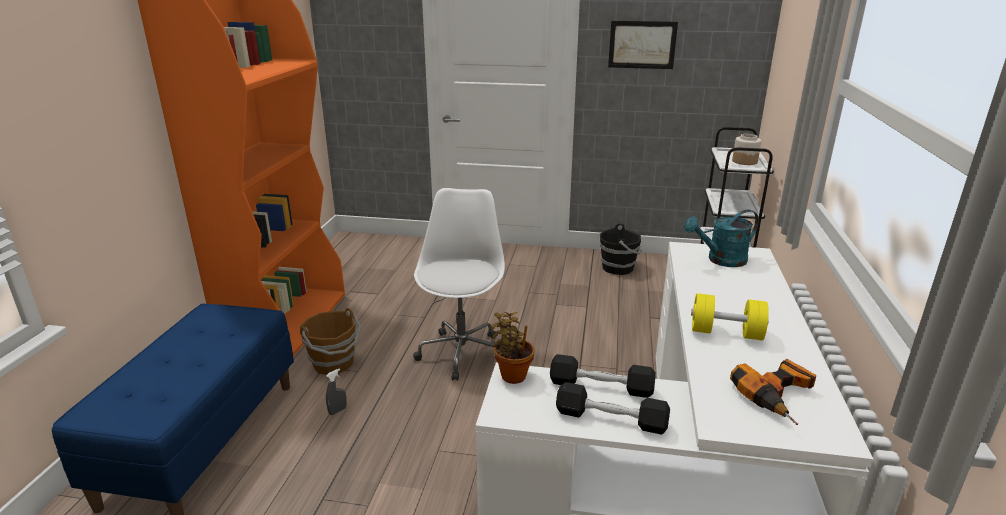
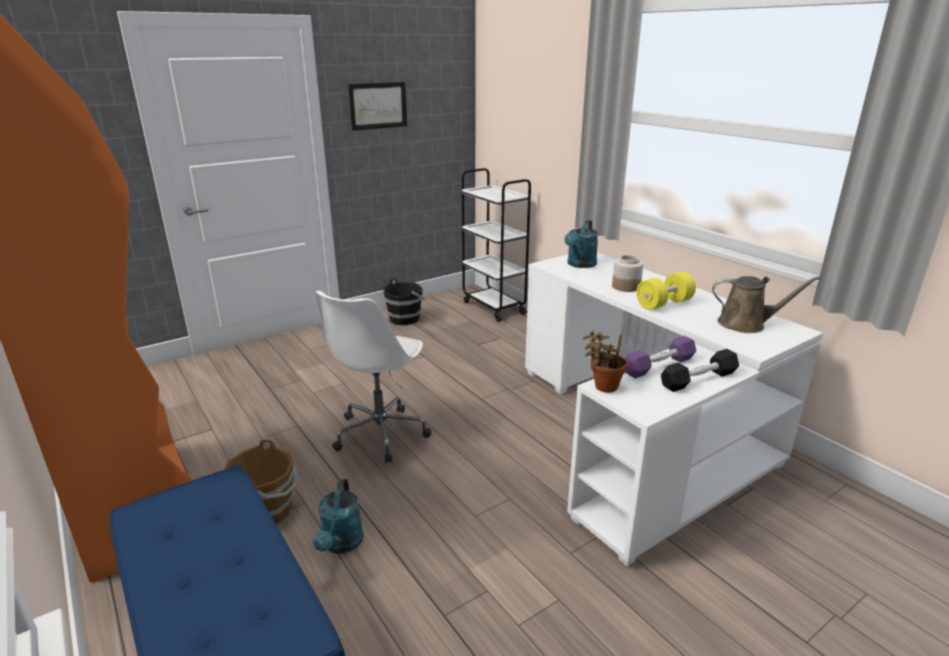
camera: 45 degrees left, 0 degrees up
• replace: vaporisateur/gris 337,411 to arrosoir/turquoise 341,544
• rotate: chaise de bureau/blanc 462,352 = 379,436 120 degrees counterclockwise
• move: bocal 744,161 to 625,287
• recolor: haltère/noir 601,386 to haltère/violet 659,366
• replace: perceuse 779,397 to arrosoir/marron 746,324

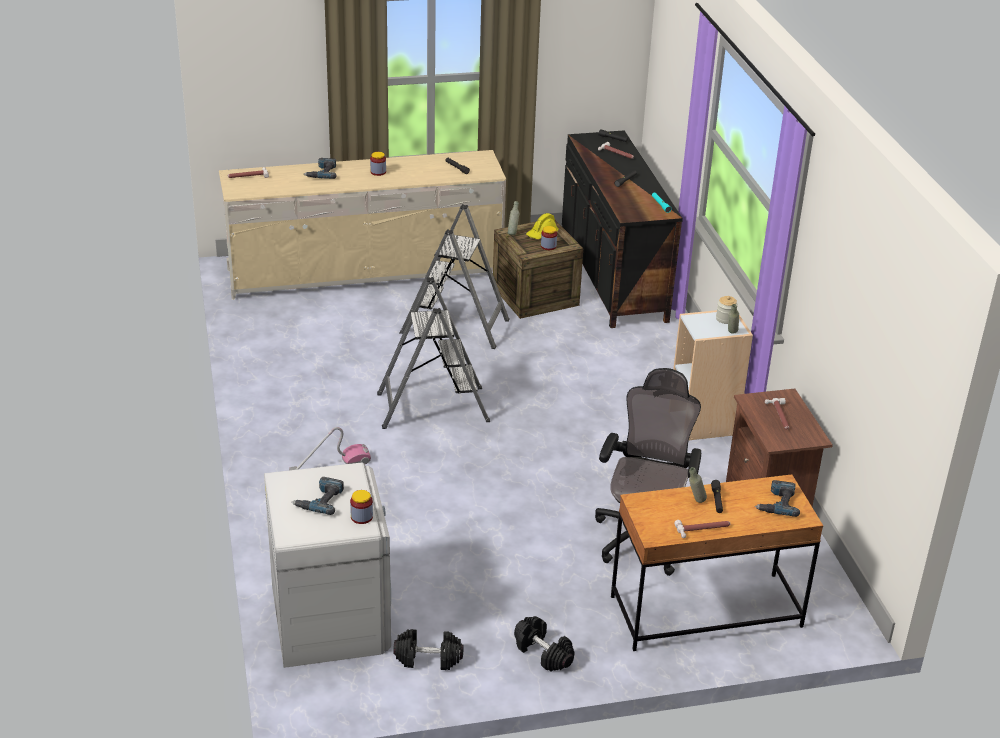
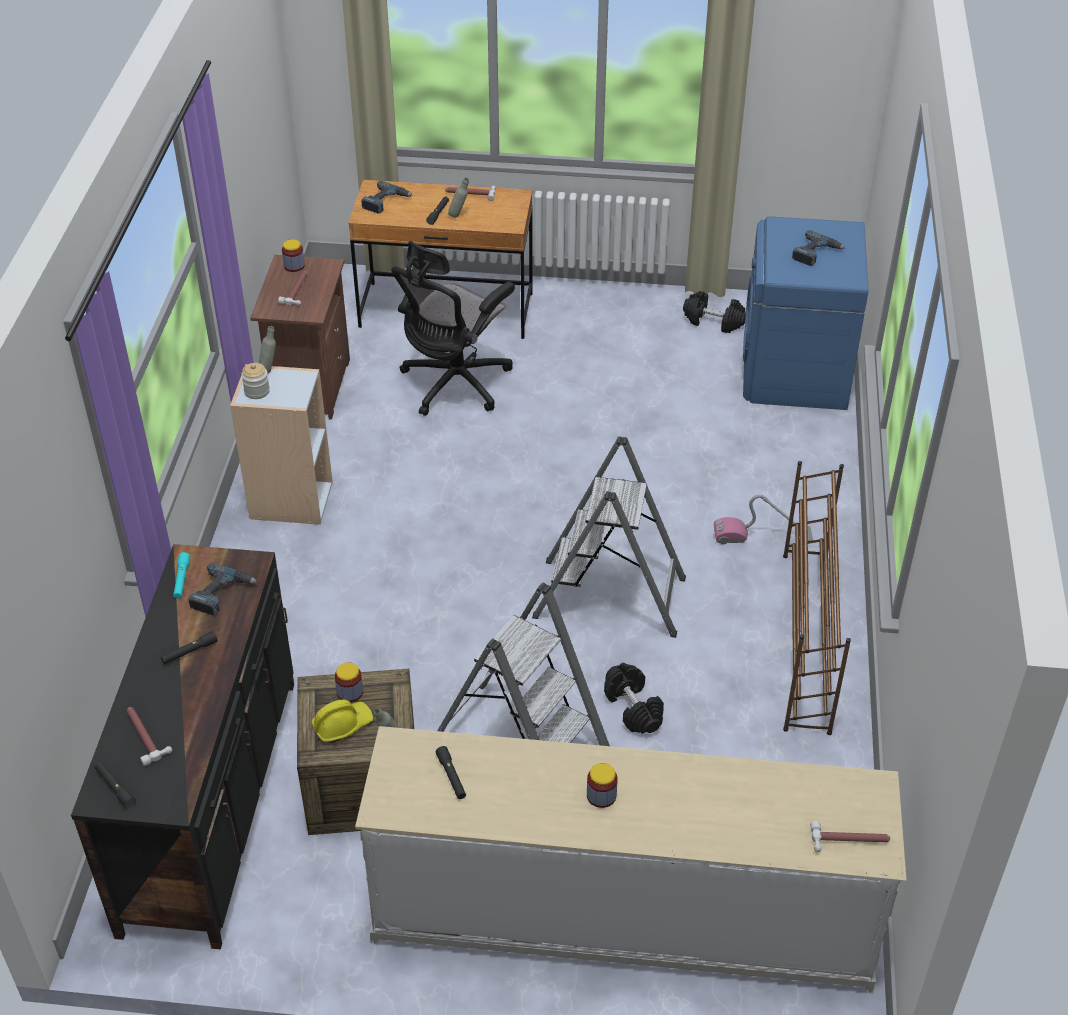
camera: 160 degrees left, 10 degrees up
• move: perceuse 322,172 to 222,594
• move: bocal 361,517 to 294,266
• move: haltère/noir 542,653 to 633,708
• recolor: lave-linge/blanc 331,617 to lave-linge/bleu 793,371
• insert: étagère à chaussures/marron 805,641

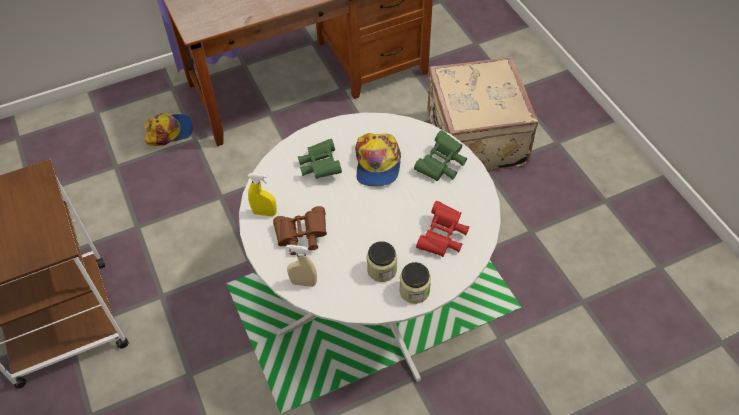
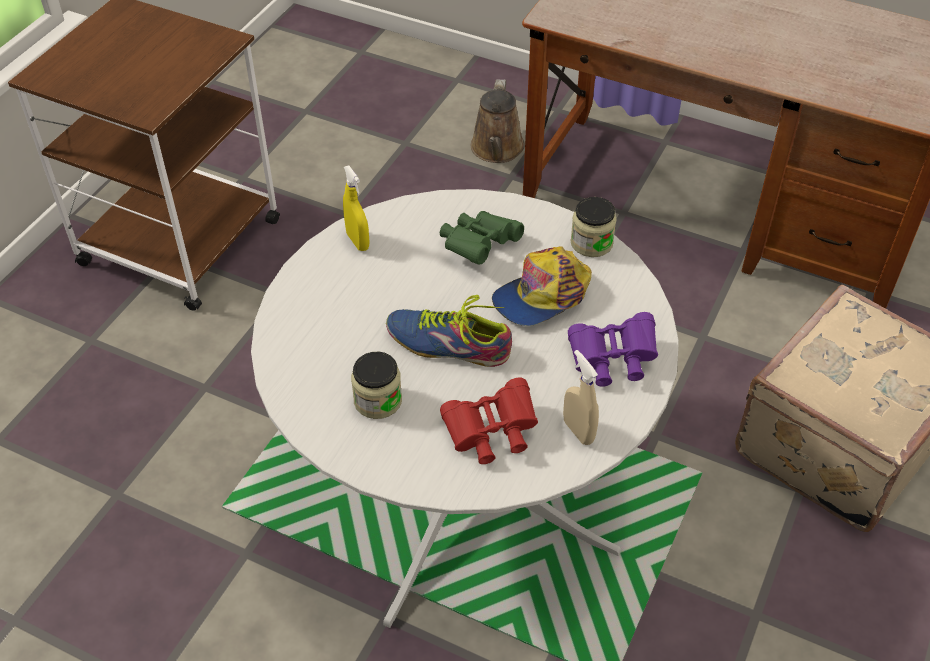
camera: 50 degrees right, 5 degrees down
• insert: chaussure 448,344
• replace: casquette 169,131 to arrosoir/marron 497,150
• move: vaporisateur/beige 303,282 to 578,431
• recolor: jumelles/vert 441,165 to jumelles/violet 612,361
• move: bocal 414,291 to 591,243
• delete: jumelles/marron 301,237

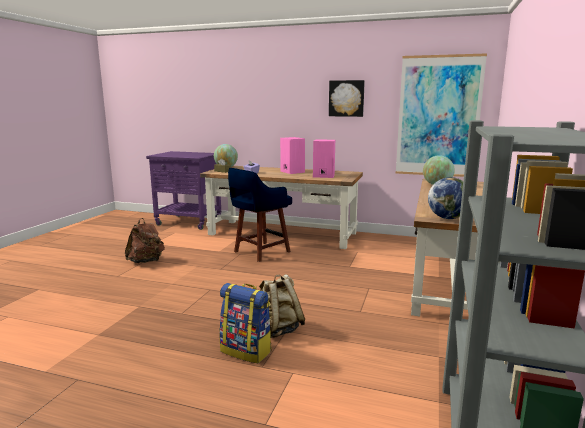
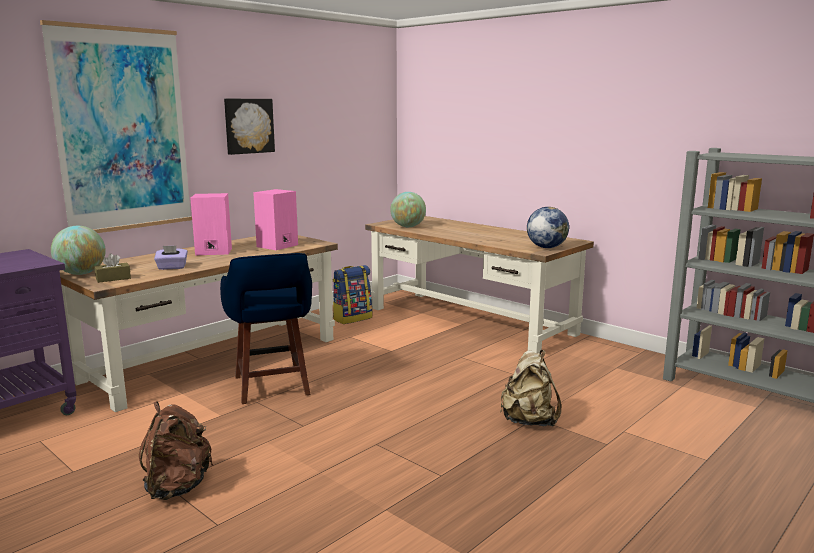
camera: 65 degrees left, 0 degrees up
• move: tableau 438,117 to 122,130
• move: sac à dos 247,351 to 352,318

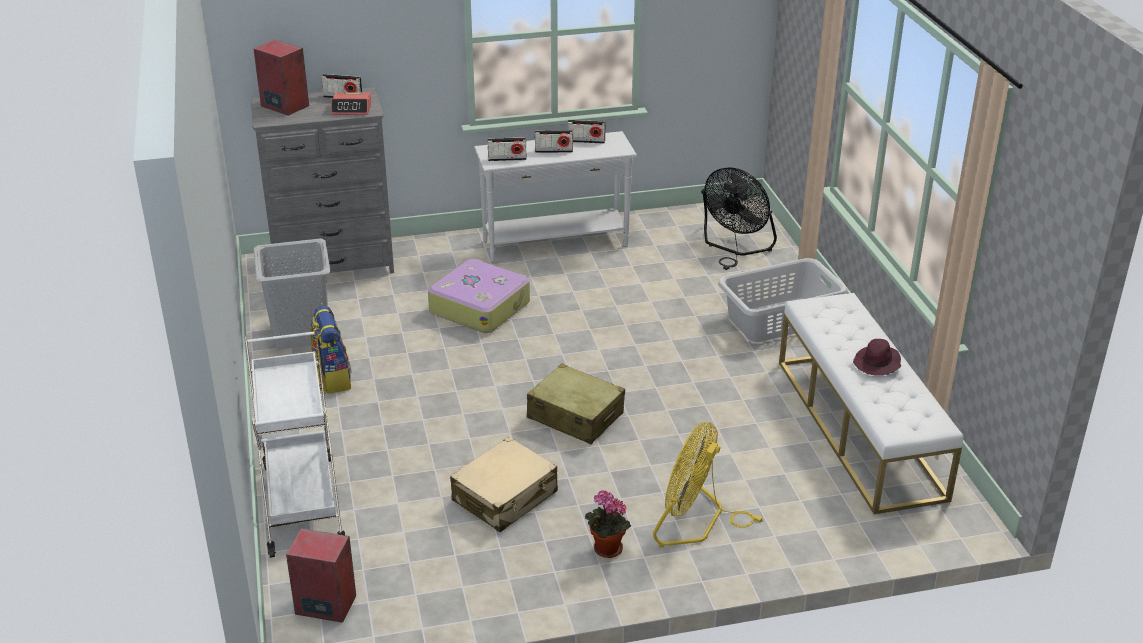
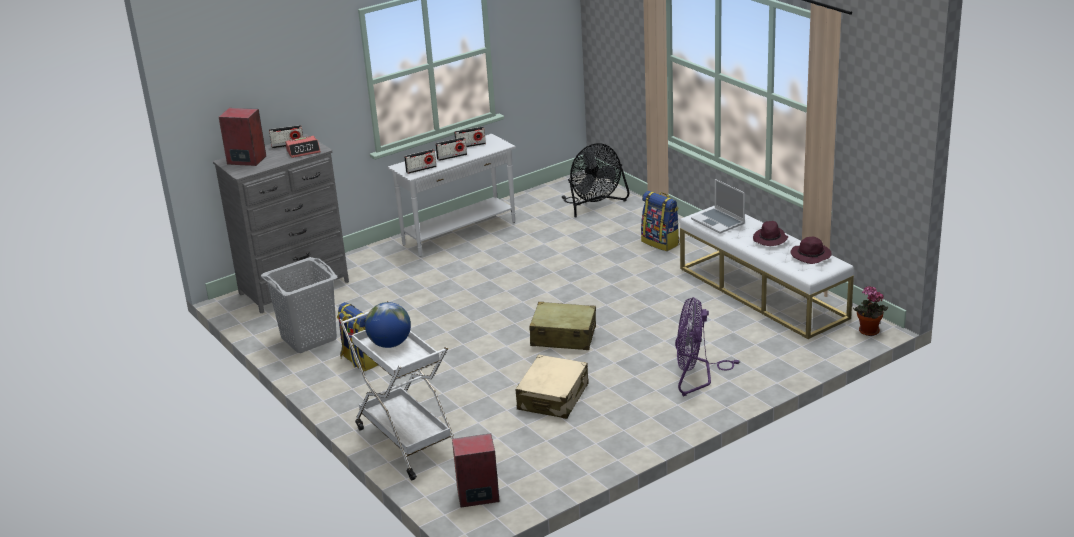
camera: 20 degrees left, 5 degrees down
• insert: globe 390,344
• rotate: ventilateur/noir 731,246 = 591,205 135 degrees clockwise
• replace: panier à linge/gris 780,320 to sac à dos 661,243
• recolor: ventilateur/jaune 699,518 to ventilateur/violet 697,373
• insert: ordinateur portable 719,222
• insert: chapeau/violet 811,255
• move: plante en pot 605,550 to 868,332
• delete: valise 480,307

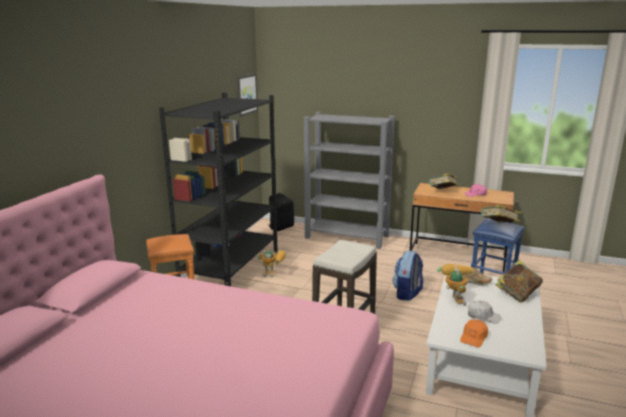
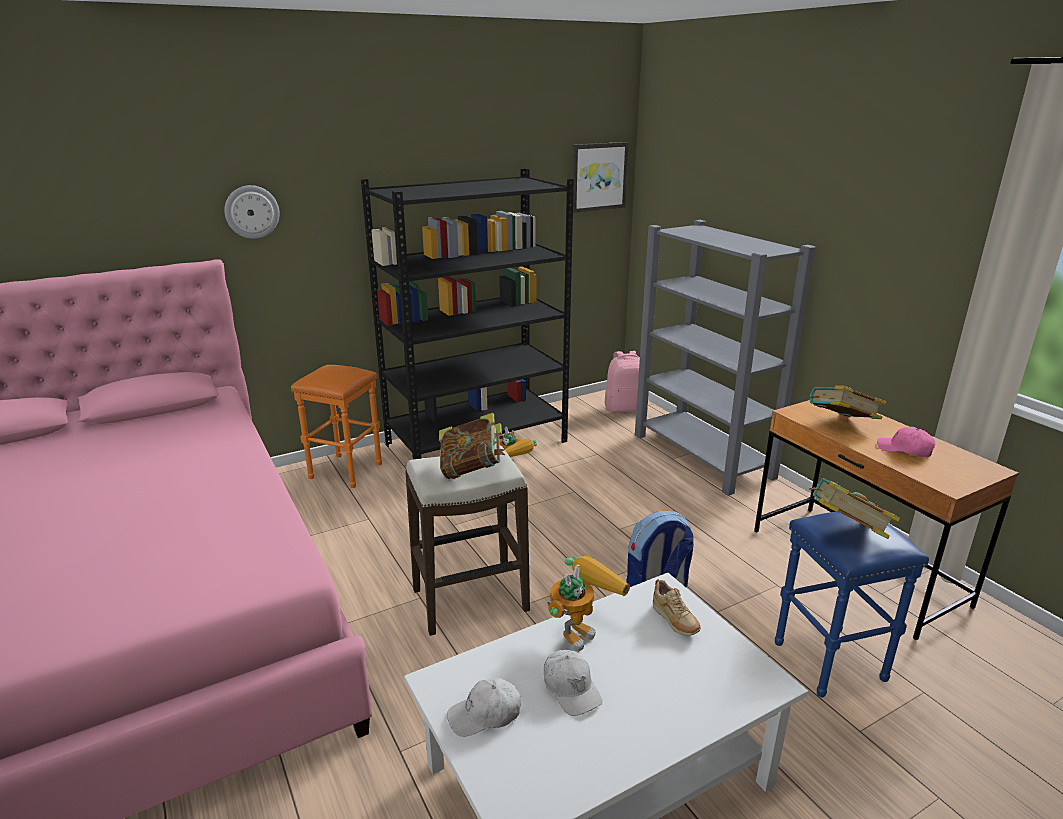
camera: 40 degrees right, 5 degrees up
• insert: horloge murale 252,212
• move: livre 517,294 to 472,470
• recolor: casquette/orange 474,337 to casquette/blanc 485,715
• recolor: sac à dos/noir 281,227 to sac à dos/rose 625,408

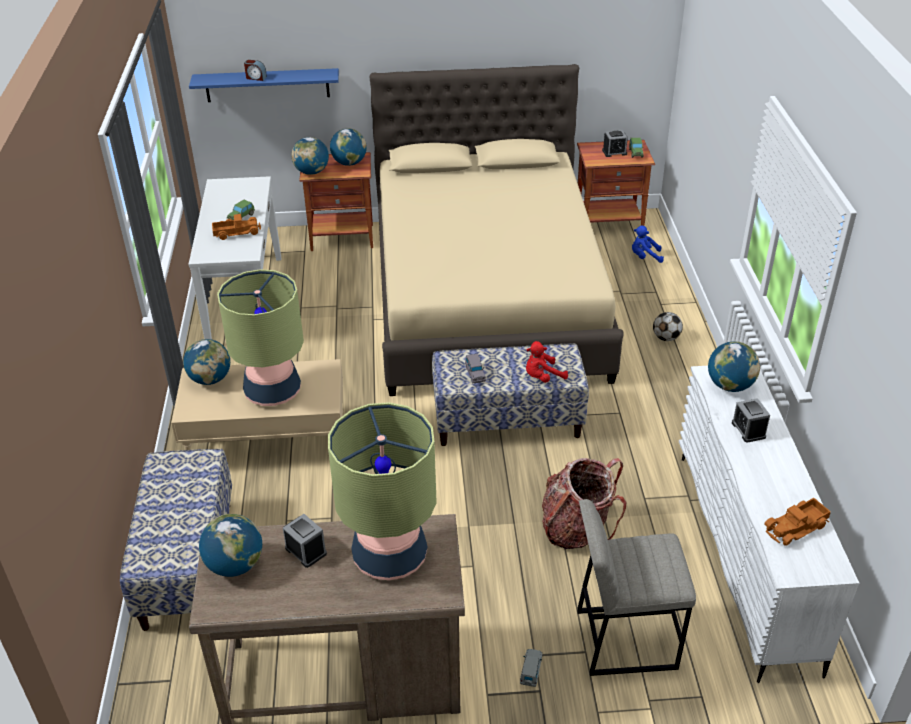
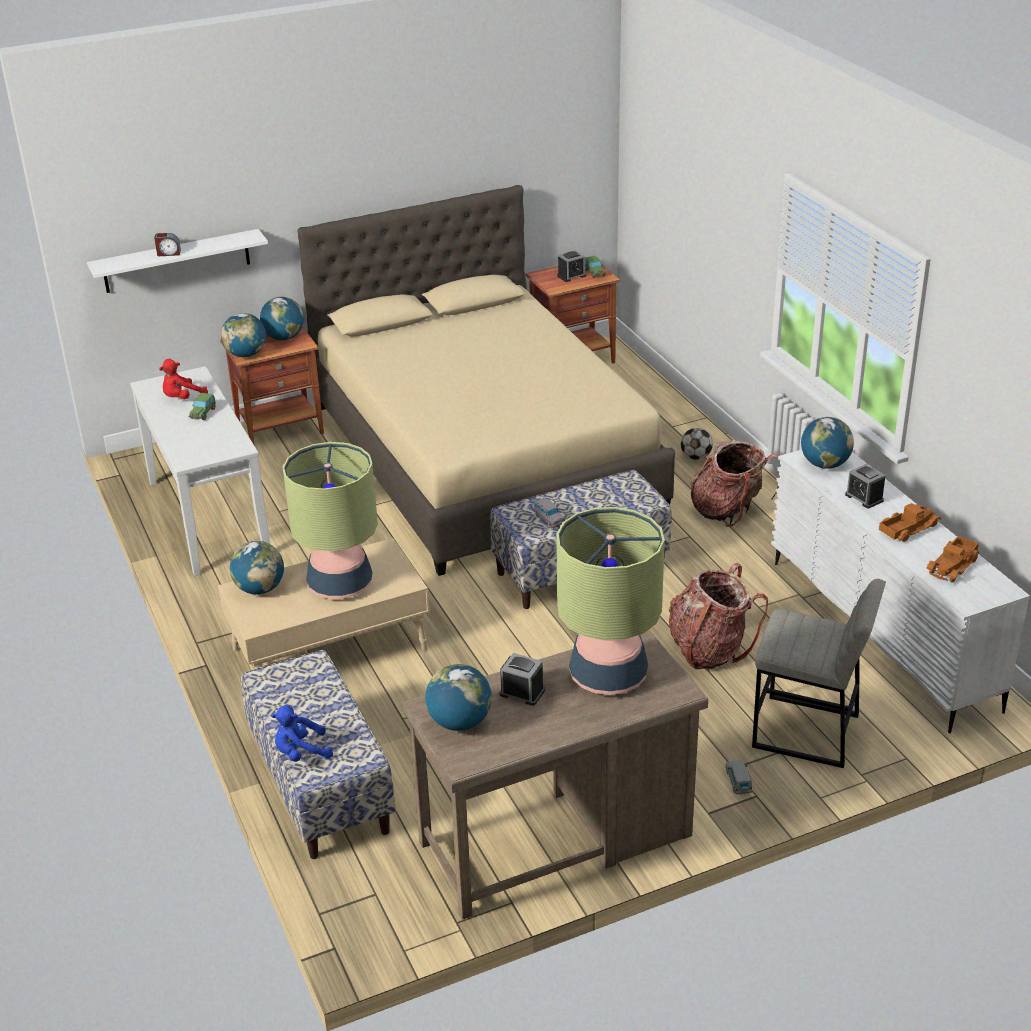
camera: 20 degrees left, 5 degrees down
• recolor: étagère/bleu 267,85 to étagère/blanc 176,261
• move: peluche/rouge 542,377 to 182,398
• move: peluche/bleu 644,257 to 301,753
• insert: sac à dos 730,511
• rotate: chaise/gris 623,639 = 809,732 135 degrees counterclockwise
• move: camion jouet 236,232 to 907,528

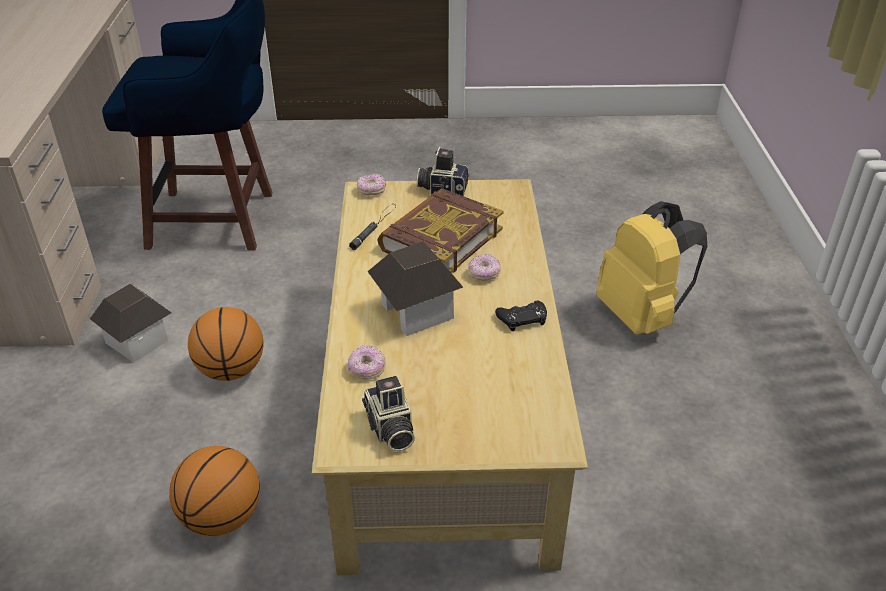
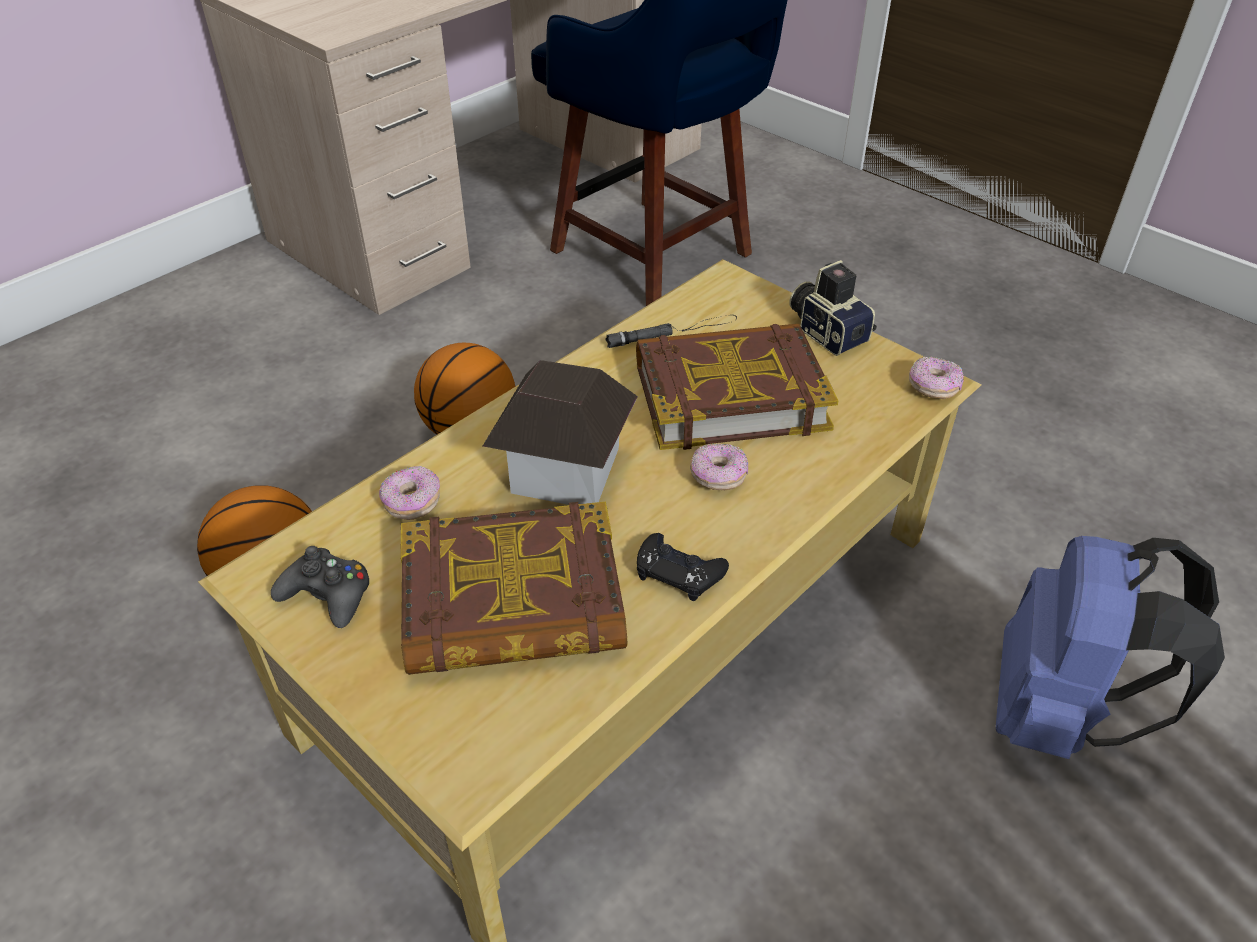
camera: 45 degrees right, 5 degrees up
• replace: appareil photo 389,429 to manette/noir 328,594
• insert: livre 513,603
• move: beignet 371,191 to 933,388
• recolor: sac à dos/jaune 641,316 to sac à dos/bleu 1057,712
• delete: maison miniature 138,341

